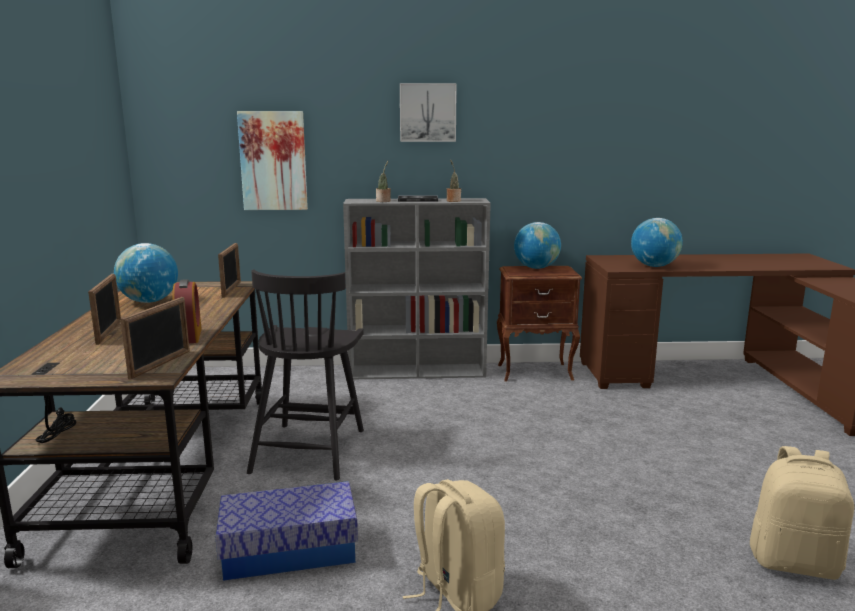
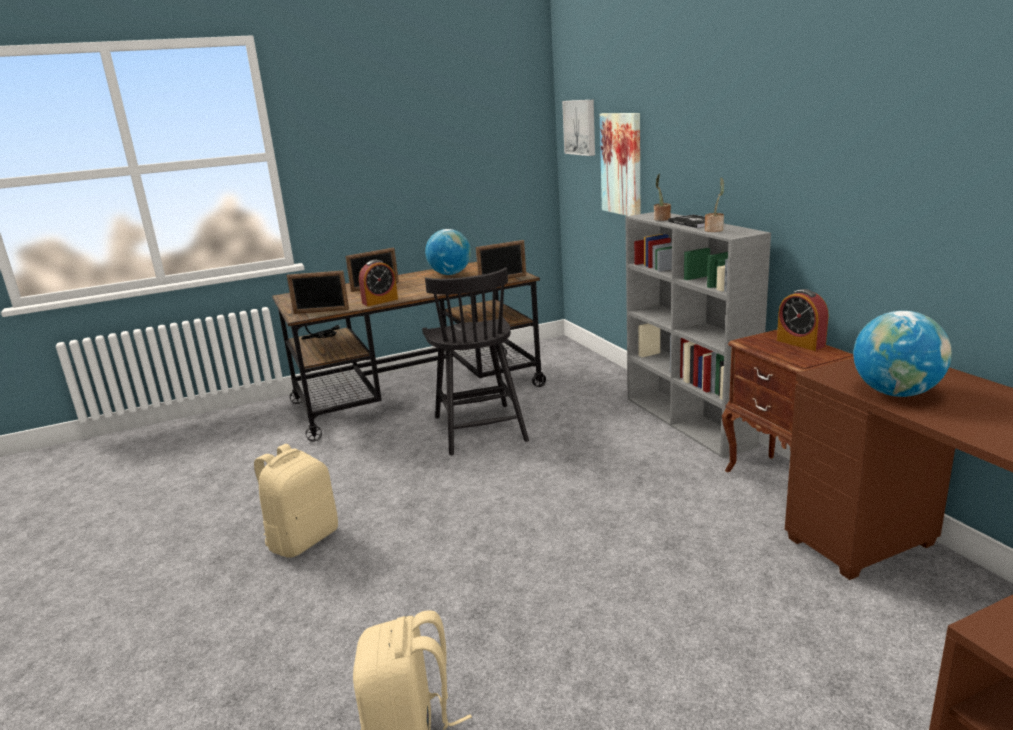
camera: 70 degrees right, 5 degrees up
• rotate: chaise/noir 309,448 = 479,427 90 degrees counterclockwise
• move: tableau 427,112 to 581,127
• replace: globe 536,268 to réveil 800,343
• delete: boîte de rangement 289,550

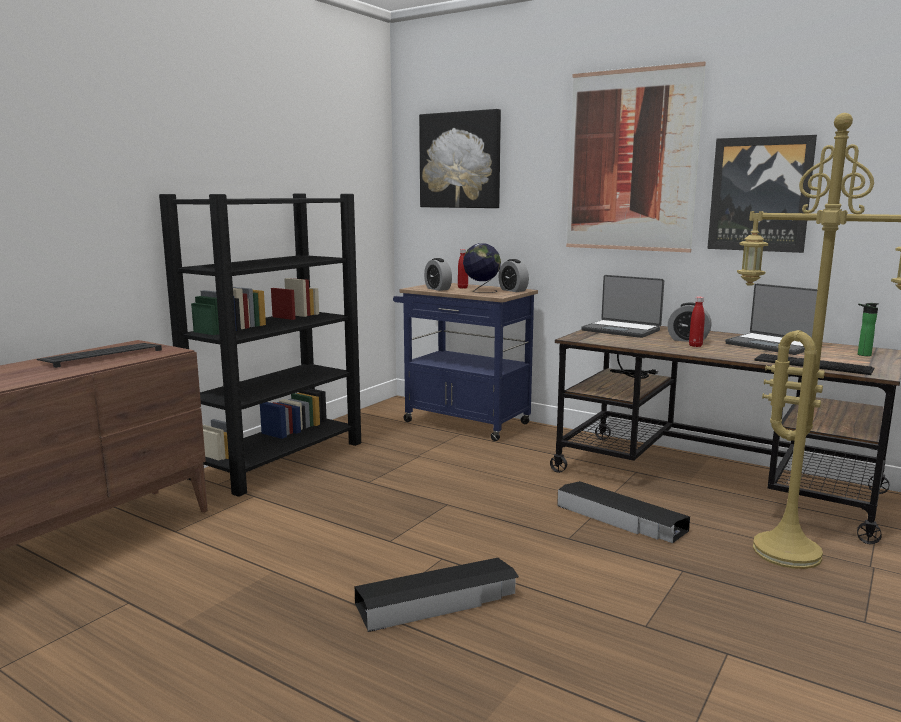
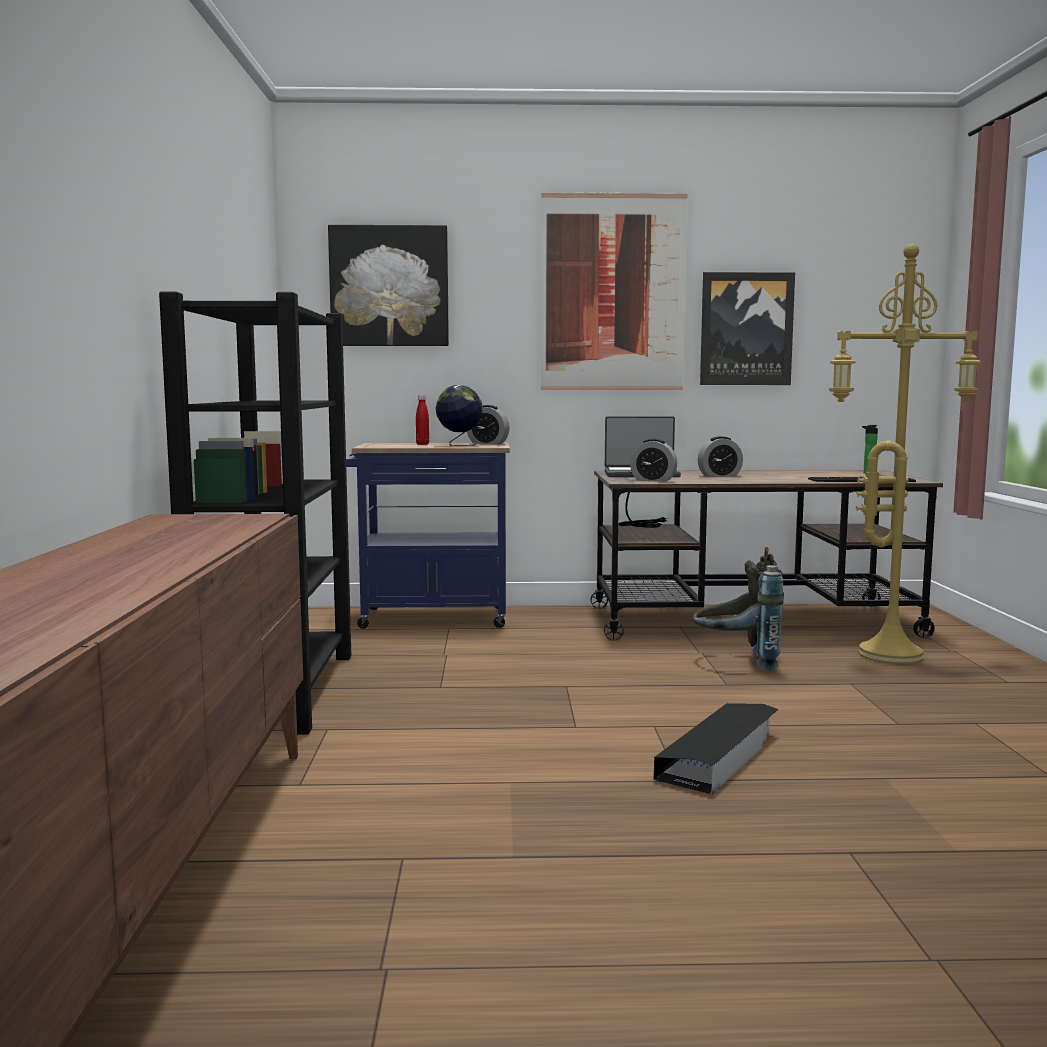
camera: 35 degrees left, 5 degrees down
• move: réveil 438,289 to 653,480
• replace: boîte de rangement/noir 620,519 to sac à dos/gris 737,661
• delete: clavier 102,356
• delete: bouteille/rouge 695,345
• delete: ordinateur portable 772,345

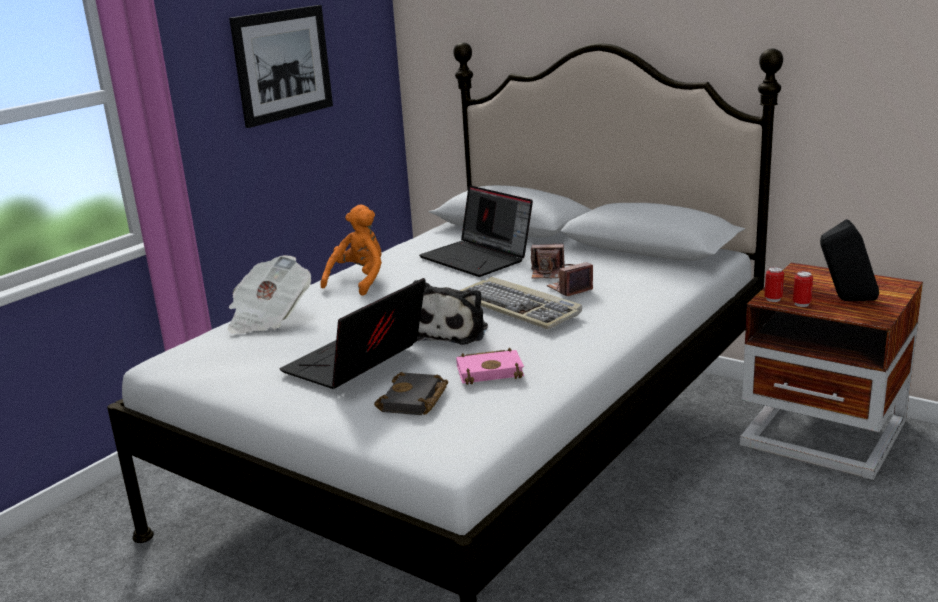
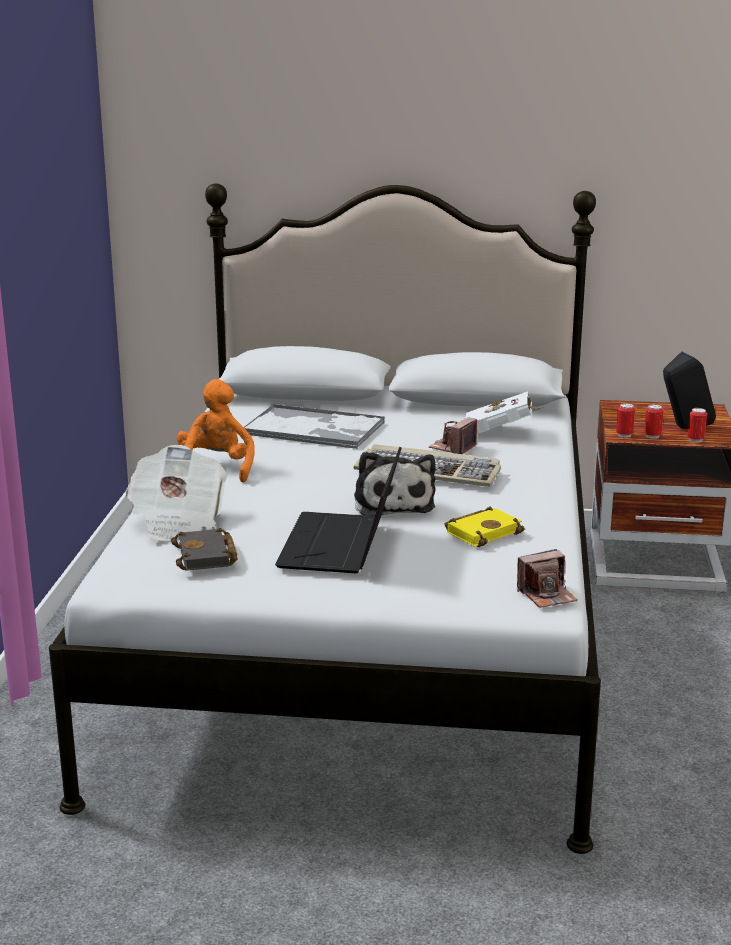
camera: 30 degrees left, 0 degrees up
• move: livre/noir 414,400 to 207,556
• replace: ordinateur portable 478,258 to plateau 315,429
• recolor: livre/rose 491,371 to livre/jaune 483,531
• insert: livre/blanc 500,433
• move: appareil photo 547,273 to 547,595
• insert: boîte métallique 695,440
• delete: tableau 283,64

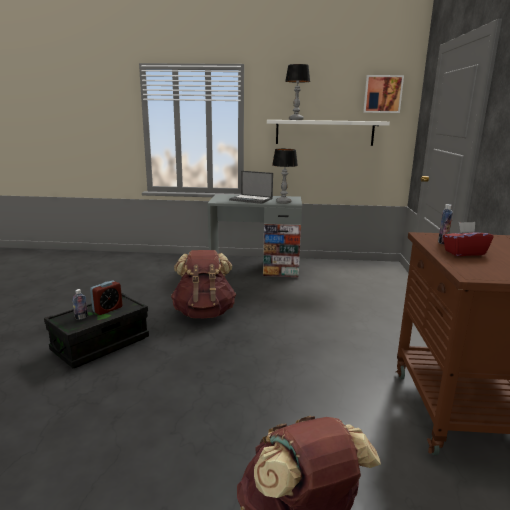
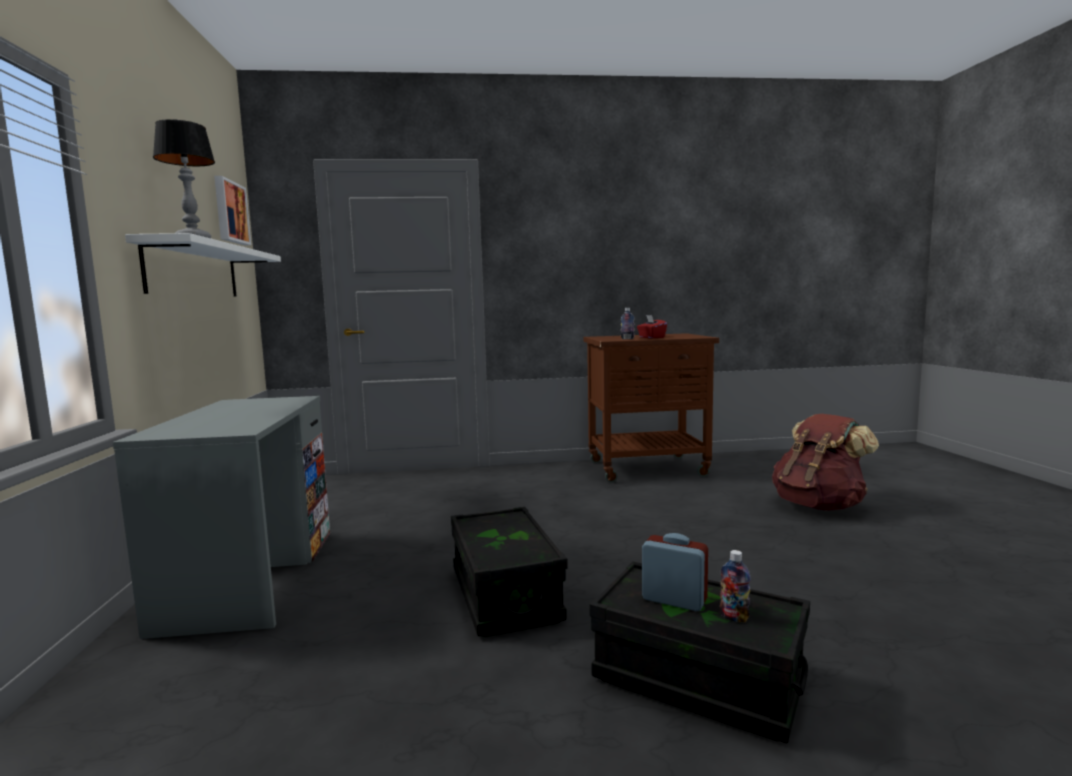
camera: 100 degrees left, 10 degrees down
• replace: sac à dos/marron 204,313 to boîte de rangement/noir 505,594
• delete: ordinateur portable 251,199
• delete: lampe de table 283,202

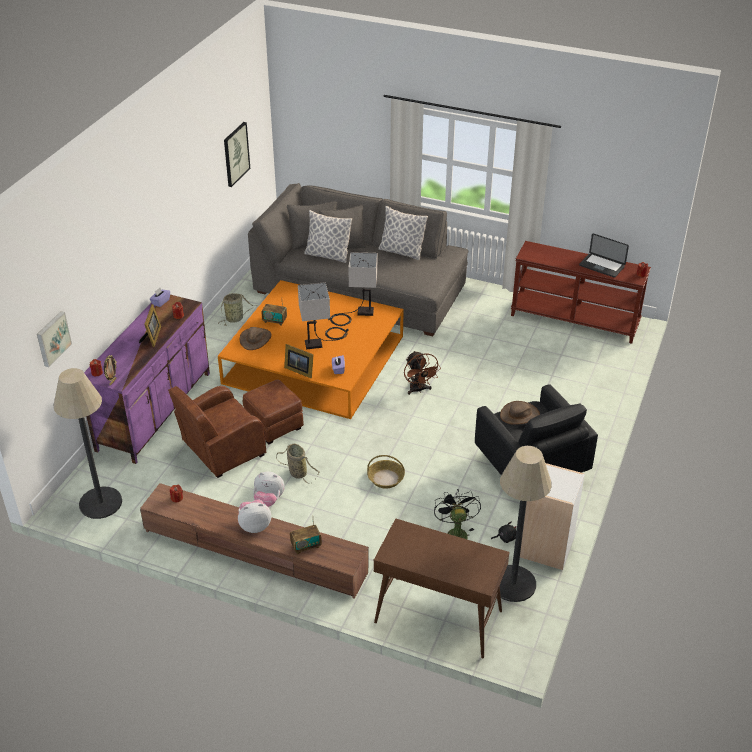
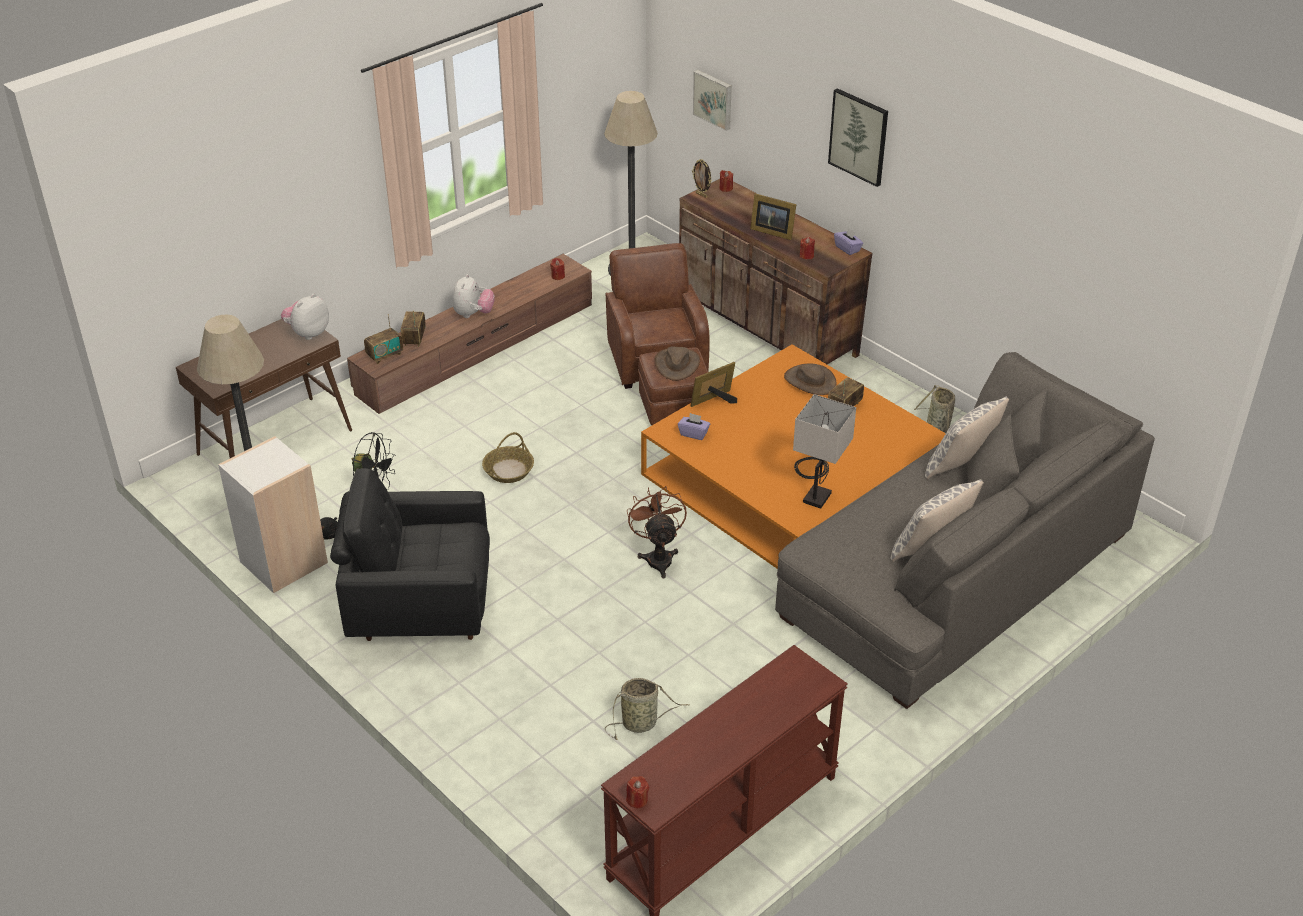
camera: 115 degrees right, 0 degrees up
• move: peluche 269,500 to 308,333
• insert: radio 385,355
• move: panier 297,472 to 642,723
• rotate: ventilateur/marron 418,390 = 658,557 75 degrees clockwise
• move: chapeau/marron 519,415 to 677,364
• recolor: meuble de rangement/violet 156,410 to meuble de rangement/marron 766,328
• move: tableau 235,154 to 859,136
• delete: lampe de table 323,340
• delete: ordinateur portable 601,266

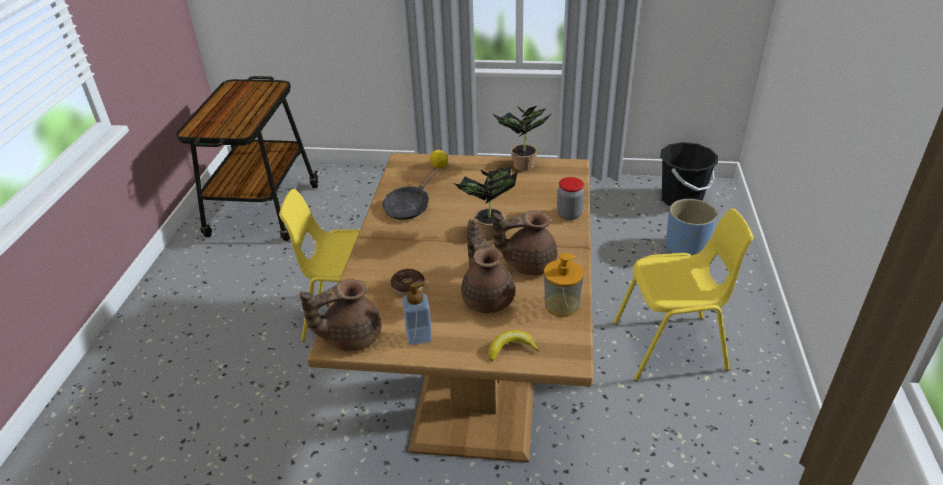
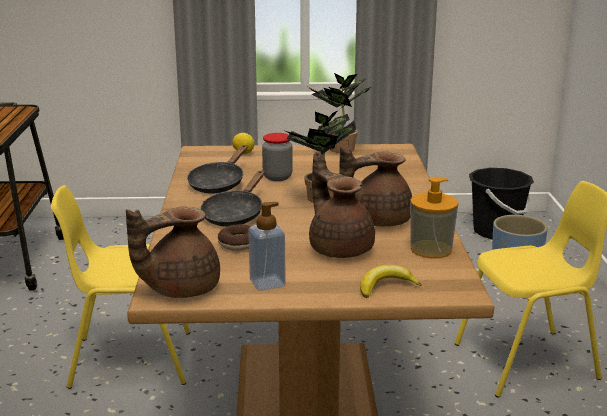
camera: 10 degrees left, 15 degrees down
• insert: poêle/noir 235,214
• move: bocal 569,214 to 277,177

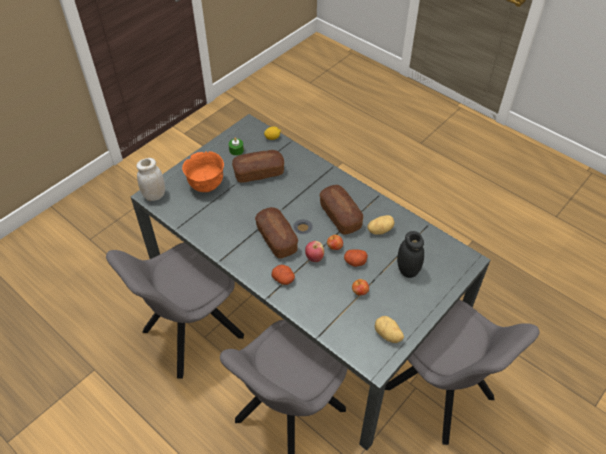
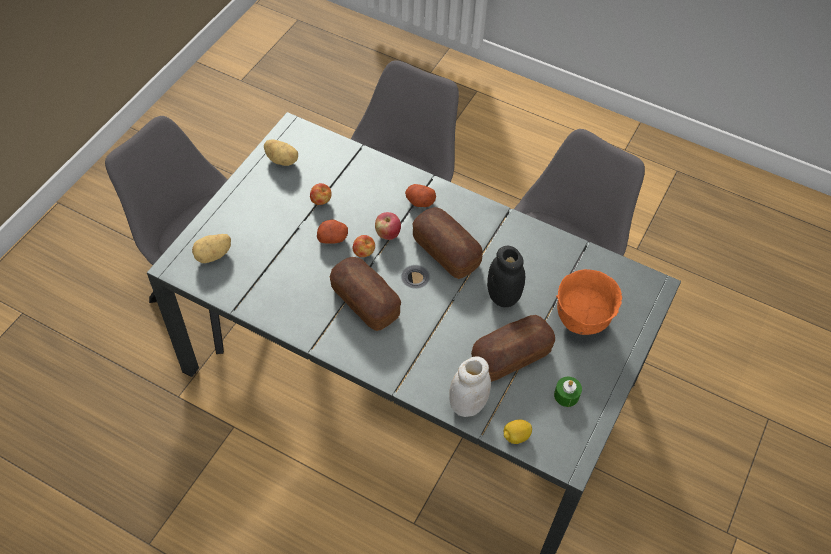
camera: 165 degrees right, 5 degrees up
• move: pomme de terre 379,230 to 213,255
• move: bocal/blanc 154,195 to 467,404
• move: bocal/noir 407,270 to 503,296

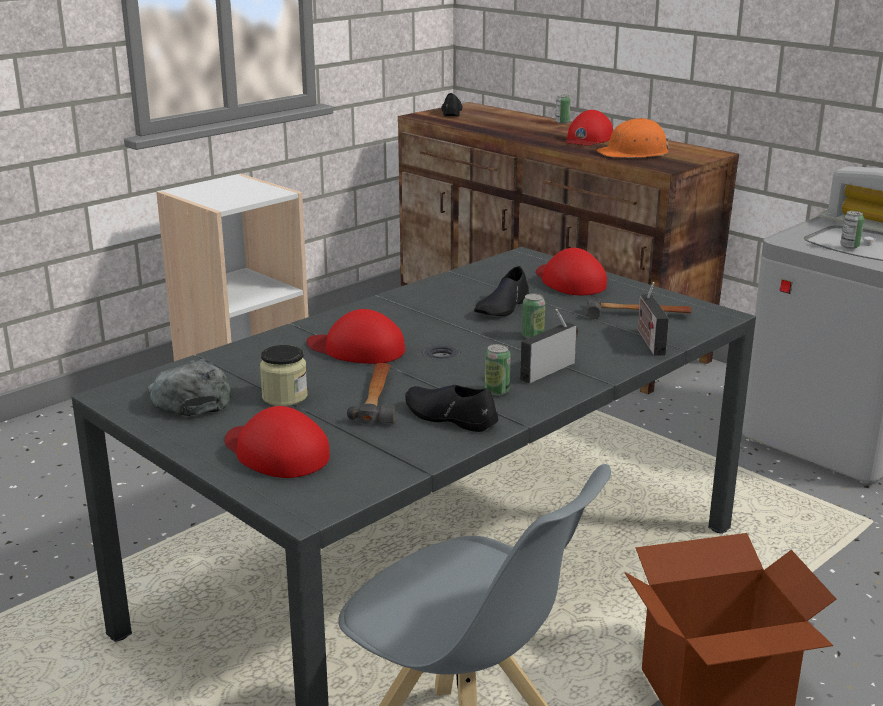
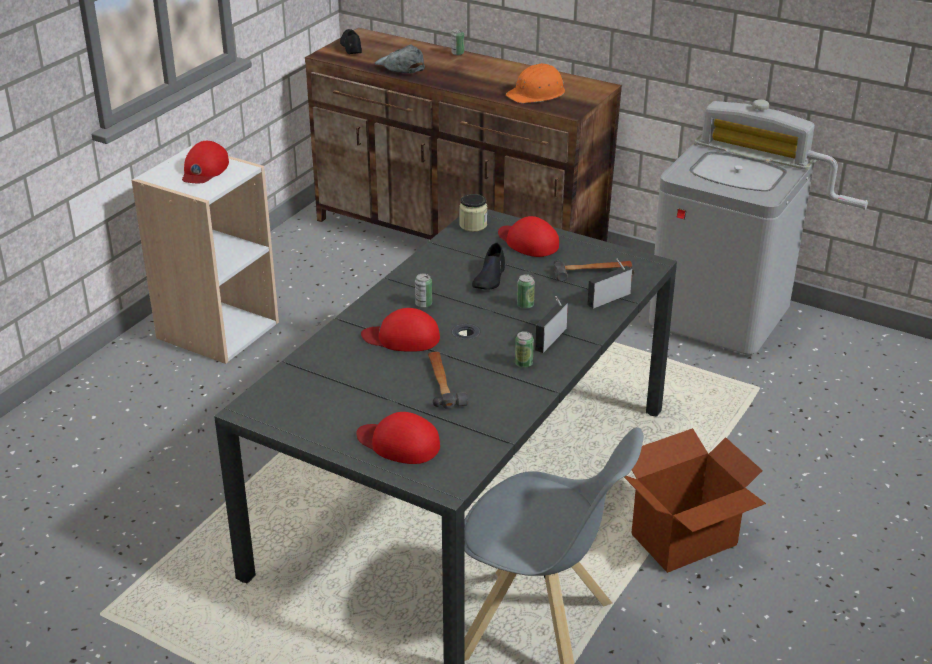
camera: 15 degrees left, 10 degrees up
• move: casquette/rouge 587,139 to 204,170
• move: casquette/gris 188,397 to 400,66
• move: boîte métallique 849,246 to 423,304
• move: bocal 284,397 to 473,225
• rotate: radio 649,341 = 610,298 75 degrees clockwise
• delete: chaussure/noir 449,417

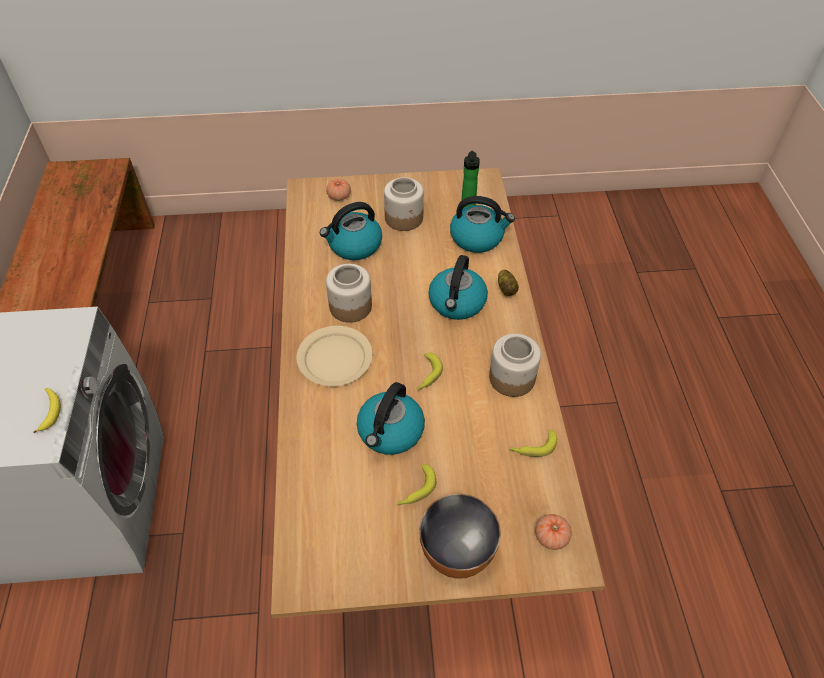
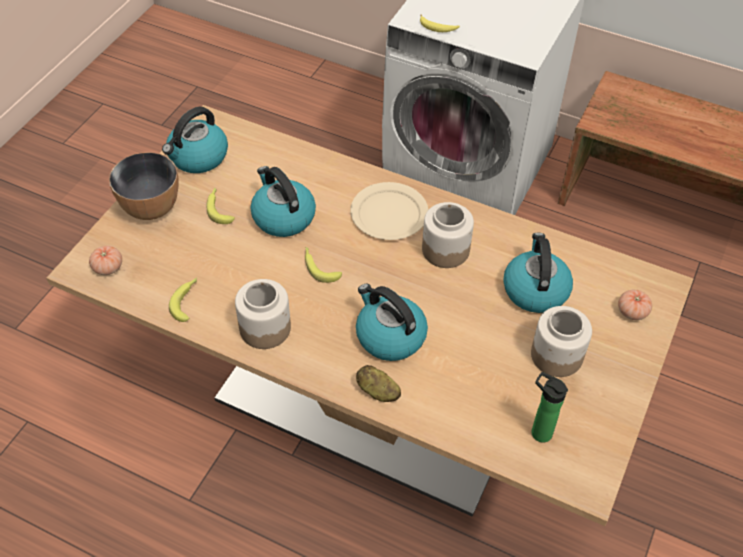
camera: 120 degrees right, 0 degrees up
• move: bouilloire 477,237 to 198,157

